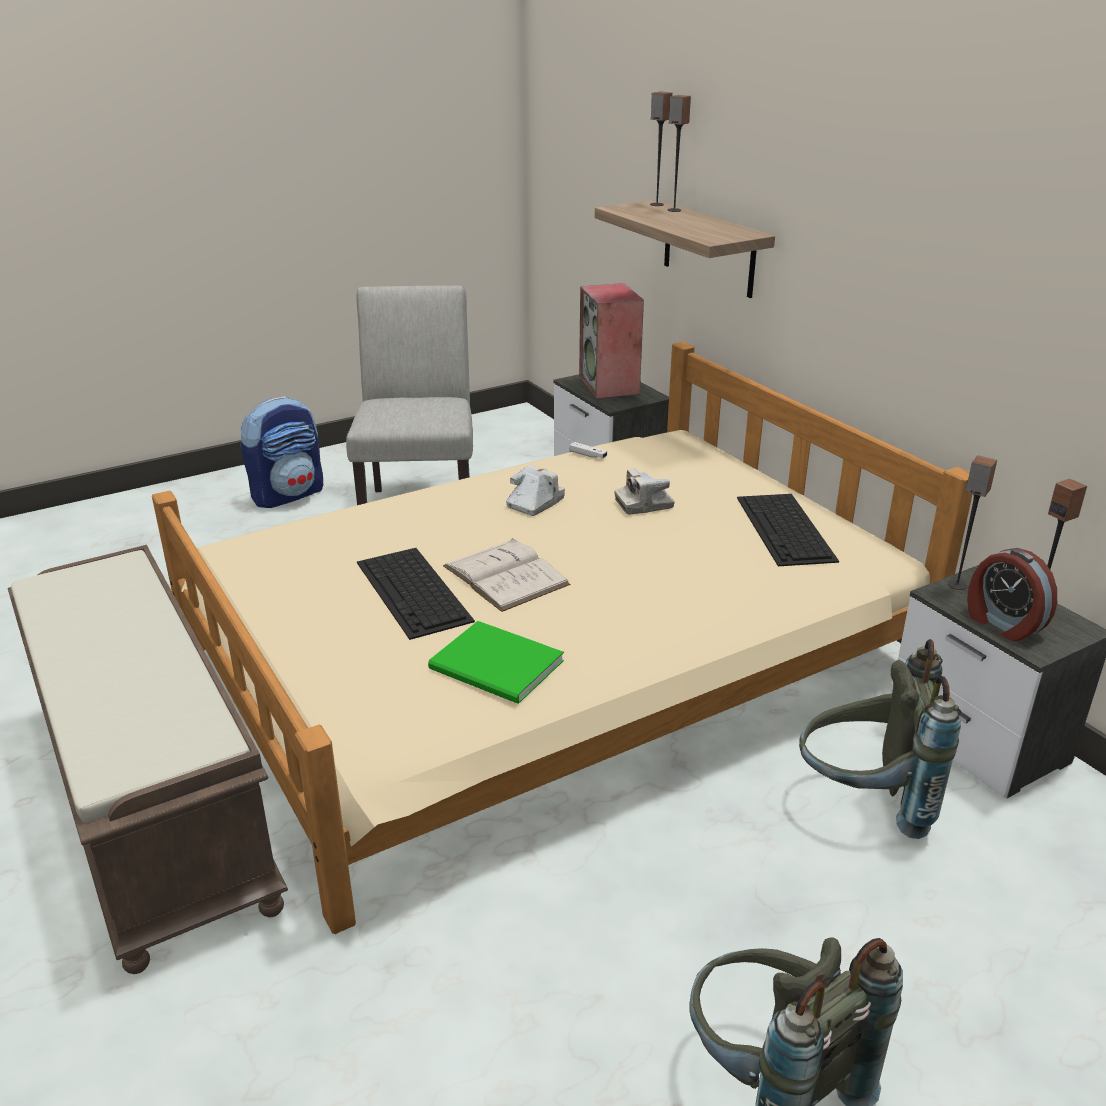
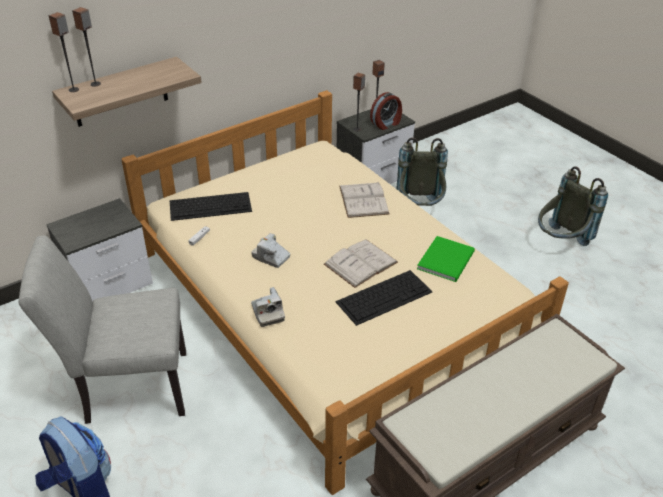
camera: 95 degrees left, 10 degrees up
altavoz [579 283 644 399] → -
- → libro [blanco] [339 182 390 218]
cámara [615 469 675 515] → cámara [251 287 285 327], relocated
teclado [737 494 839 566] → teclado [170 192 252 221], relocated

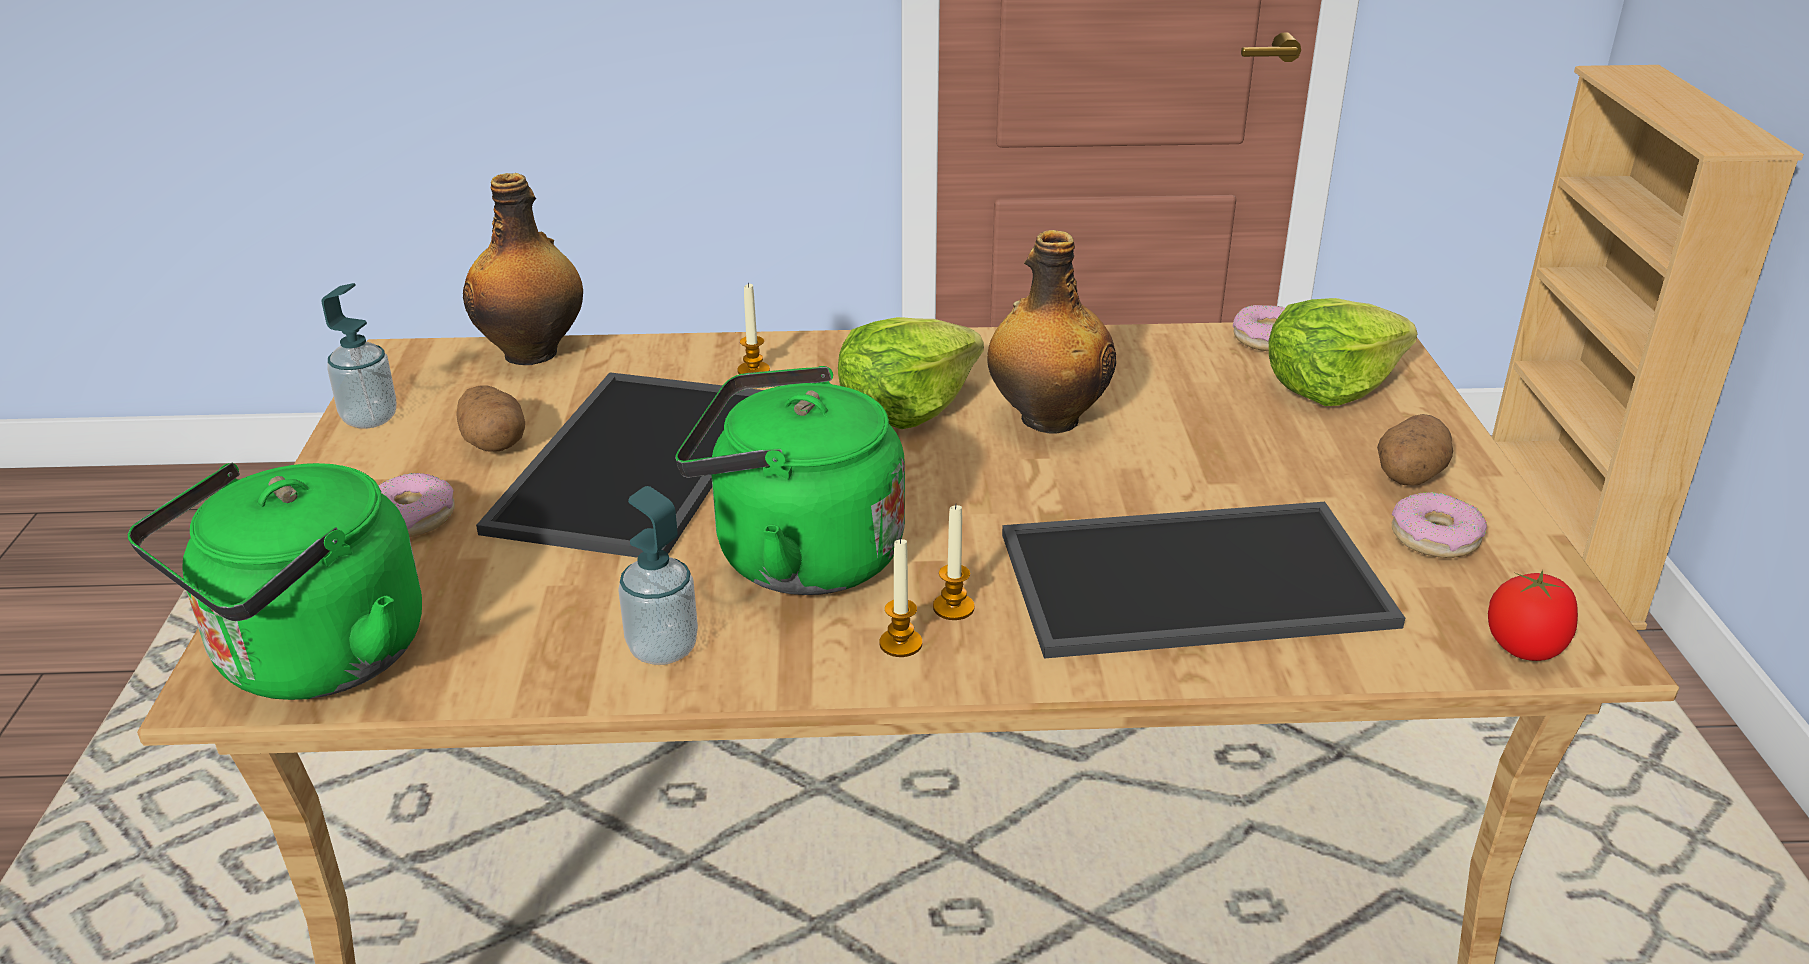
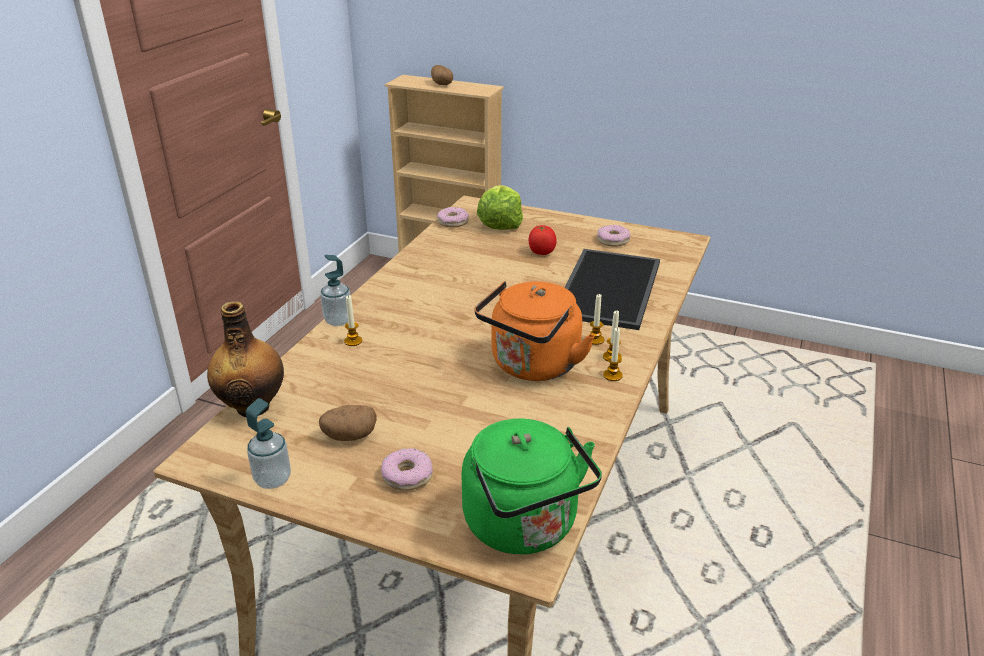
camera: 65 degrees left, 0 degrees up
bandeja [476 372 763 558] → -
lechuga [838 317 984 429] → -
botella [987 230 1116 434] → -
- → vela [603 327 623 381]
dispensador de jabón [618 486 698 665] → dispensador de jabón [320 255 351 326], relocated
patata [1377 414 1453 485] → patata [431 65 453 85], relocated
tomate [1488 570 1578 661] → tomate [528 225 556 255], relocated
hervidor [verde] [675 366 905 595] → hervidor [naranja] [475 281 595 381]

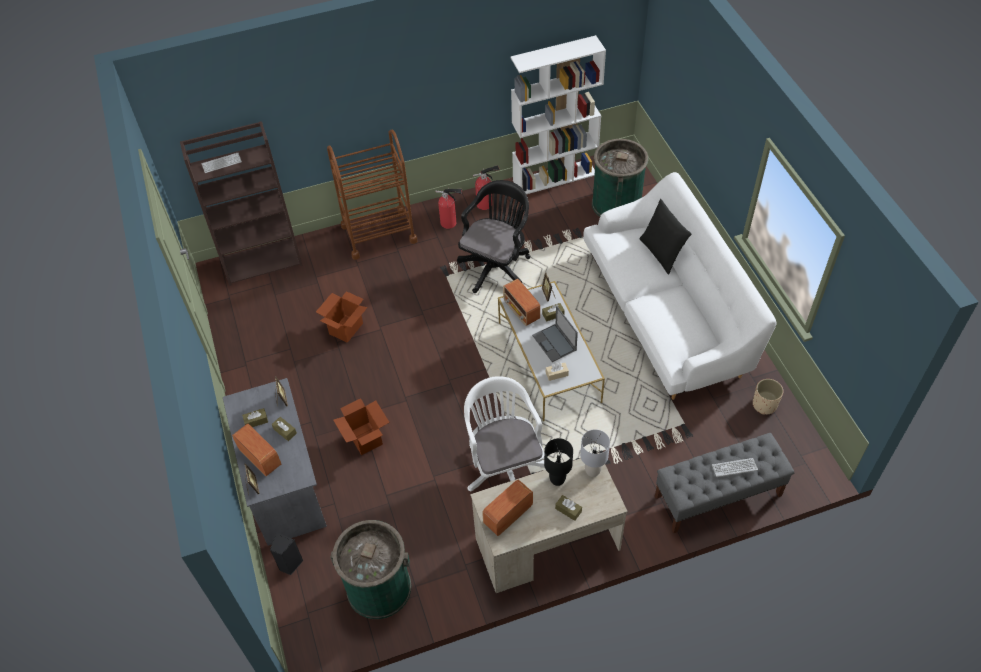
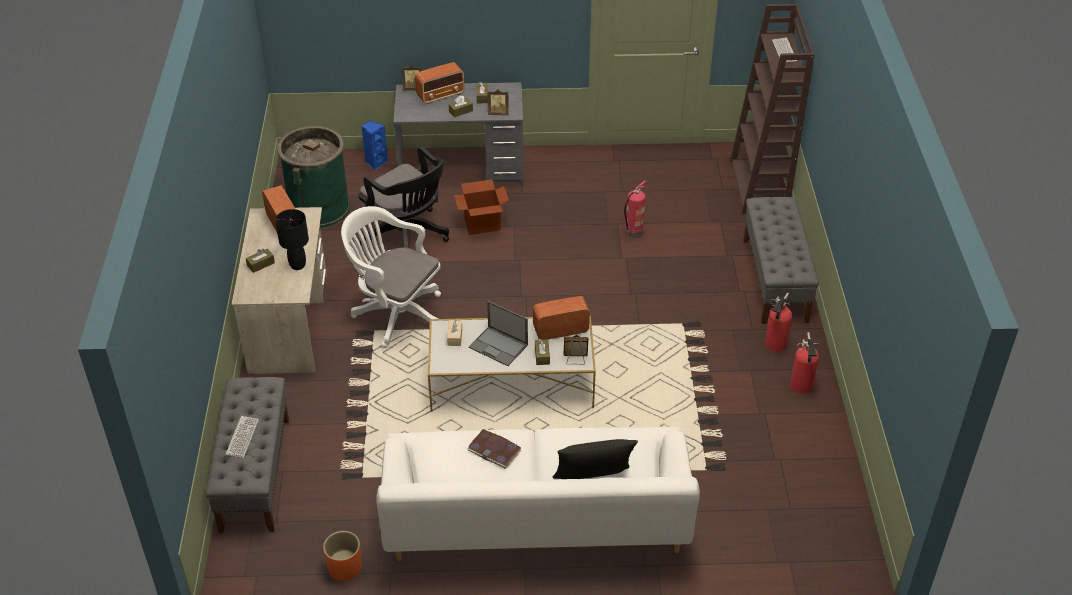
camera: 105 degrees right, 10 degrees down
estantería [blanco] [510 35 606 194] → -
lámpara de mesa [gris] [580 429 610 477] → -
papelera [verde] [592 139 648 217] → -
- → libro [467 429 521 469]
silla de oficina [negro] [457 180 531 293] → silla de oficina [negro] [359 147 449 248], relocated
caja de cartón [316 291 368 343] → extintor [624 181 646 238]
carrito [marrón] [327 130 417 260] → banco [gris] [743 197 819 324]
altavoz [negro] [270 532 303 575] → altavoz [azul] [361 121 388 170]
maceta [beis] [753 379 783 415] → maceta [naranja] [323 531 362 581]
silla de oficina [blanco] [464 376 546 491] → silla de oficina [blanco] [341 206 441 348], 150 degrees counterclockwise
portátil [532 306 578 362] → portátil [469 301 528 366], 135 degrees counterclockwise

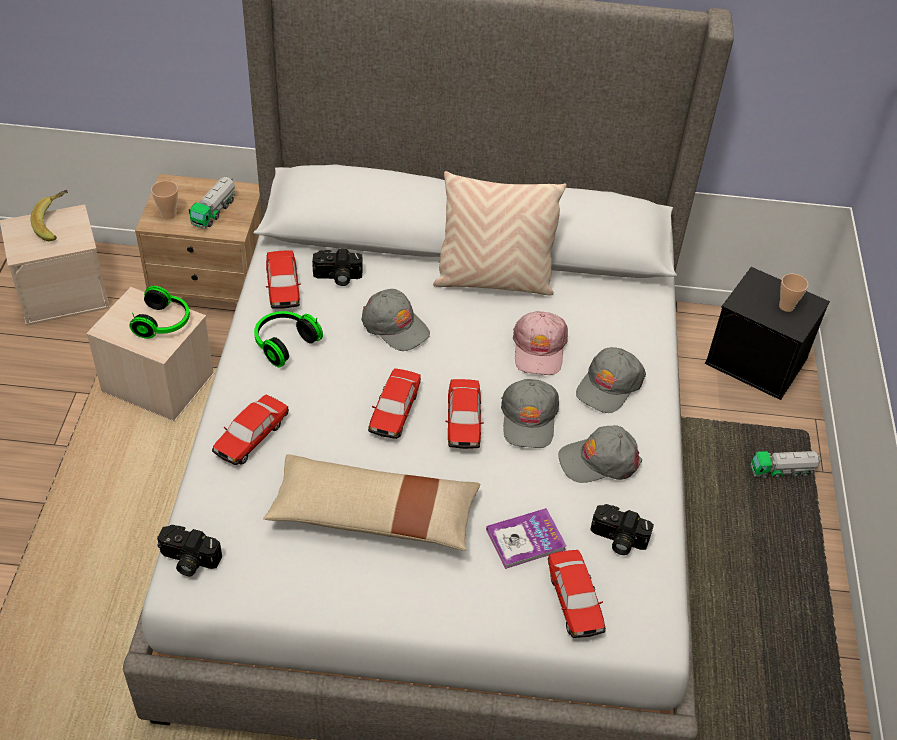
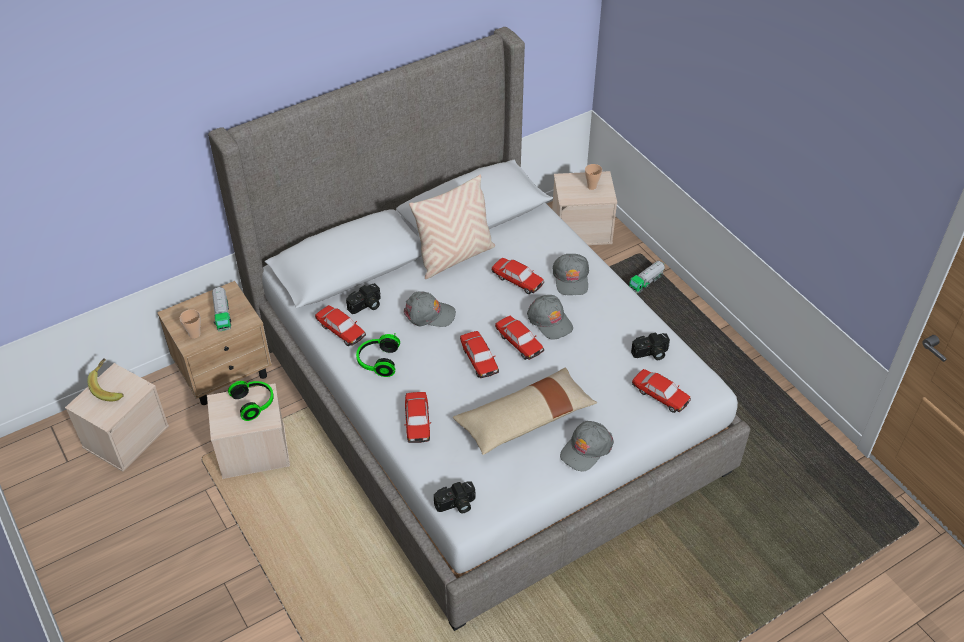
camera: 35 degrees left, 0 degrees up
libro [486 508 566 569] → -
gorra [gris] [558 425 642 483] → gorra [gris] [560 421 614 471], relocated
gorra [rosa] [513 311 568 375] → coche de juguete [492 258 544 294]
caja de almacenaje [negro] [705 267 830 400] → caja de almacenaje [beis] [552 171 617 245]

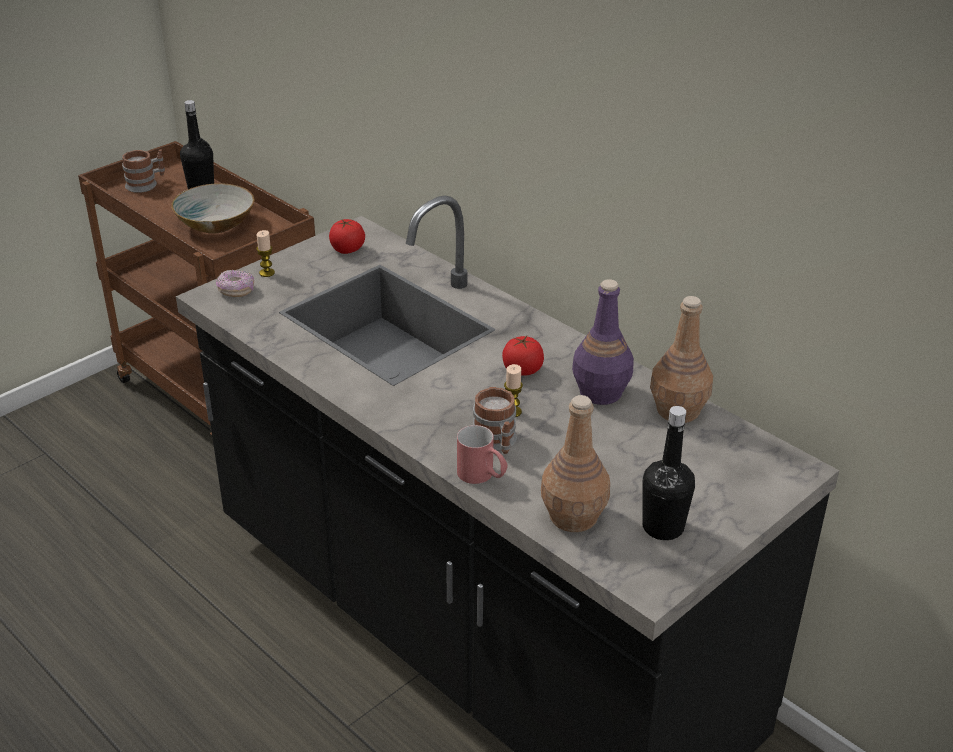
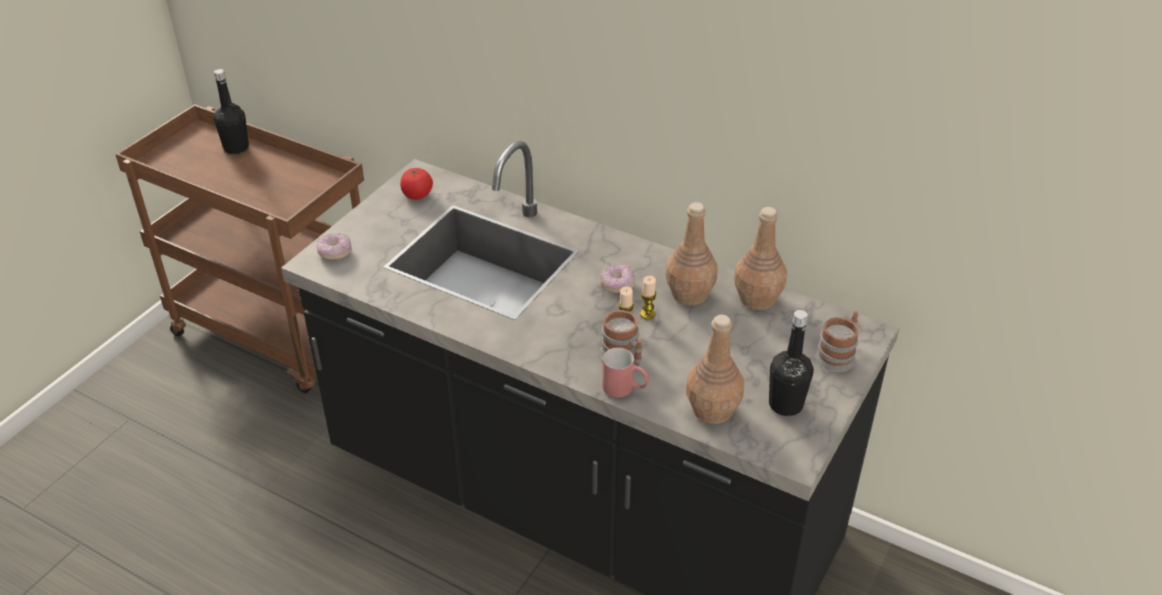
camera: 15 degrees left, 5 degrees up
cuenco [171 183 255 234] → -
taza grande [122 150 165 193] → taza grande [816 311 859 372], relocated
vela [256 230 275 277] → vela [640 276 657 320], relocated
tomate [502 336 544 376] → rosquilla [600 264 635 293]
botella [morado] [572 279 634 405] → botella [marrón] [665 202 718 305]

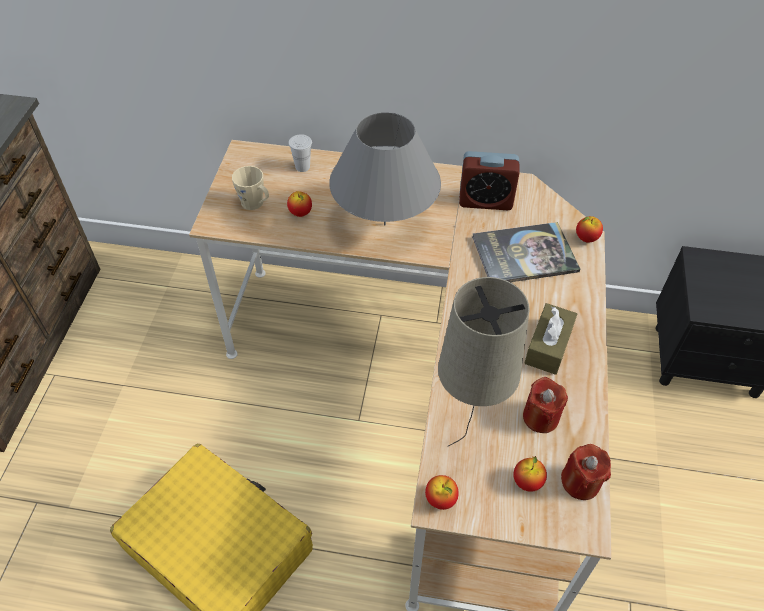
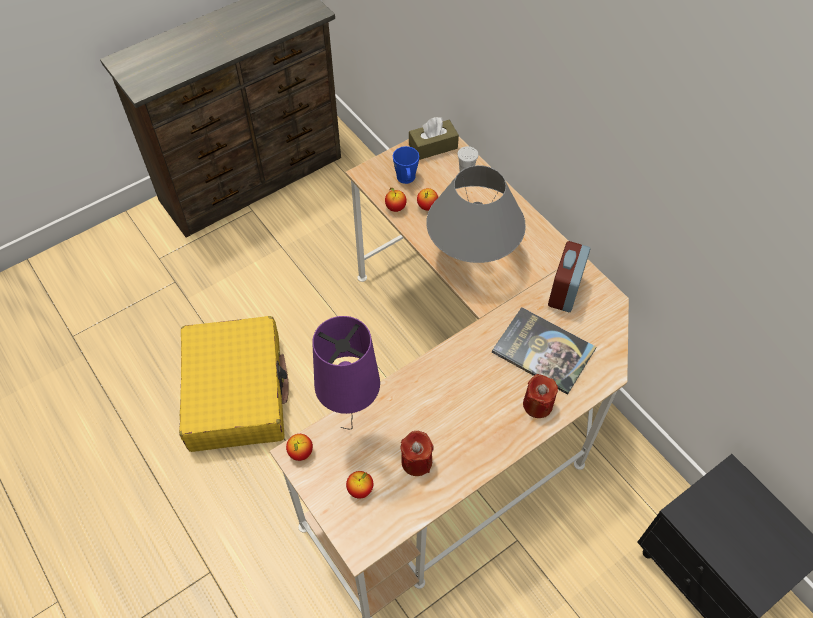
camera: 45 degrees right, 5 degrees up
caja de pañuelos [marrón] [525 303 577 375] → caja de pañuelos [marrón] [409 117 459 160], relocated
vela [rojo] [561 444 611 500] → vela [rojo] [523 374 558 418], relocated
manzana [576 216 603 243] → manzana [385 188 406 212], relocated
taza grande [beis] [232 166 269 210] → taza grande [azul] [393 146 419 184]
lámpara de mesa [beis] [438 277 529 446] → lámpara de mesa [morado] [312 316 380 429]
despertador [459 151 520 210] → despertador [548 241 590 312], 60 degrees clockwise

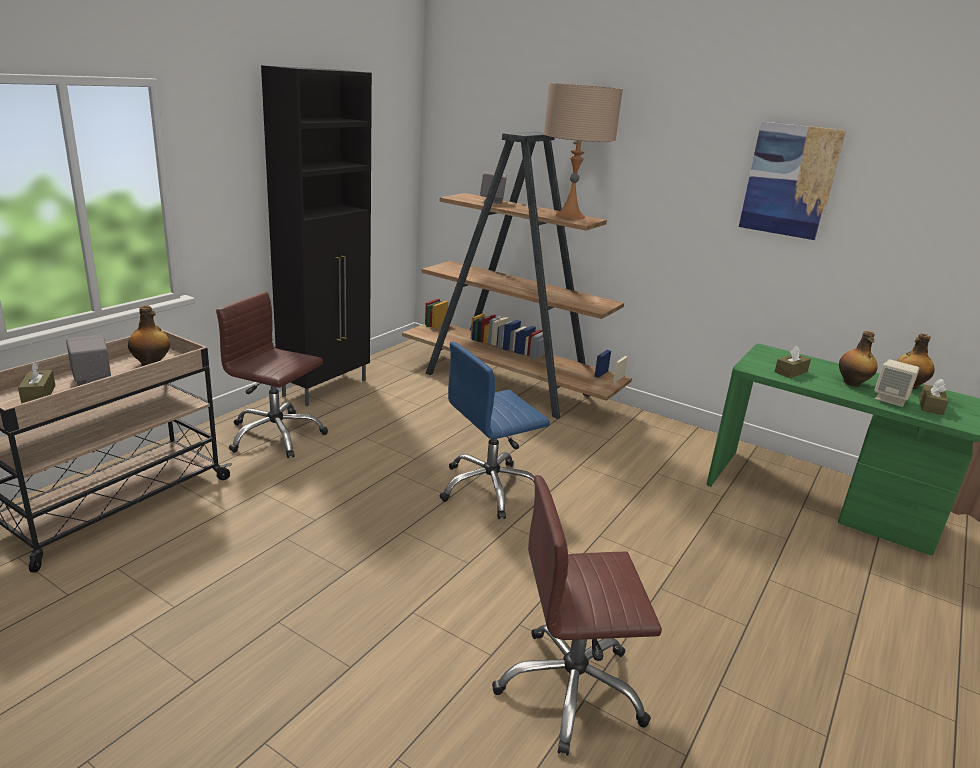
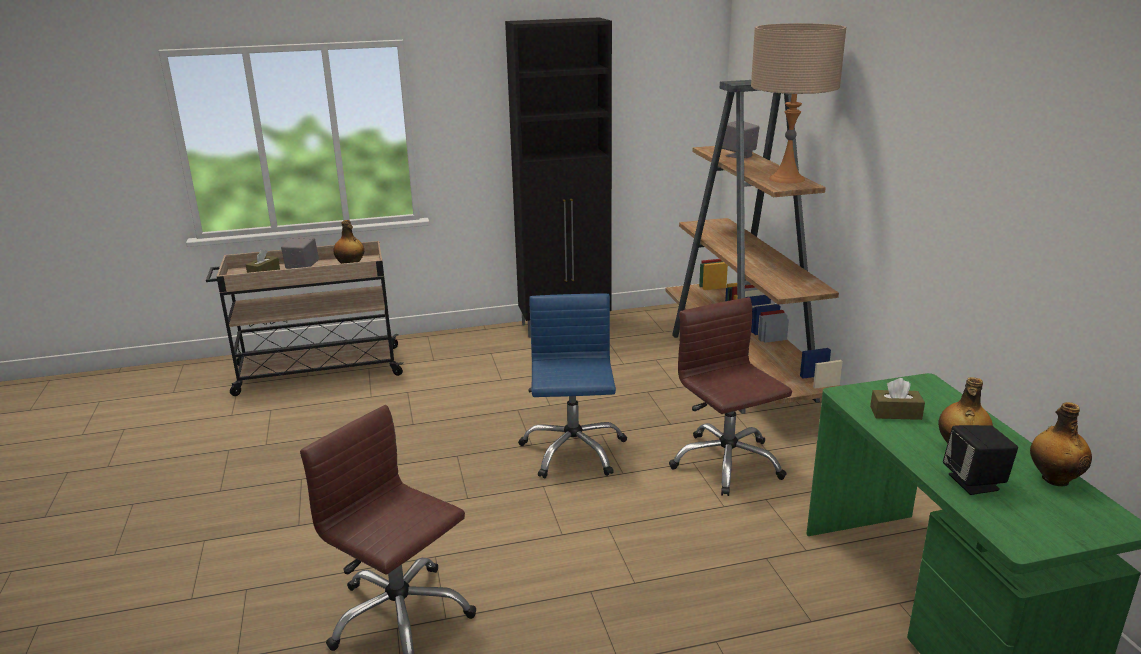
camera: 45 degrees right, 0 degrees up
cuadro [739 122 846 241] → -
caja de pañuelos [marrón] [919 379 948 415] → -
silla de oficina [marrón] [216 291 328 458] → silla de oficina [marrón] [669 297 792 496], relocated
altavoz [beis] [874 359 920 407] → altavoz [negro] [943 425 1018 495]
silla de oficina [azul] [440 341 550 519] → silla de oficina [azul] [518 294 627 478], 75 degrees clockwise

